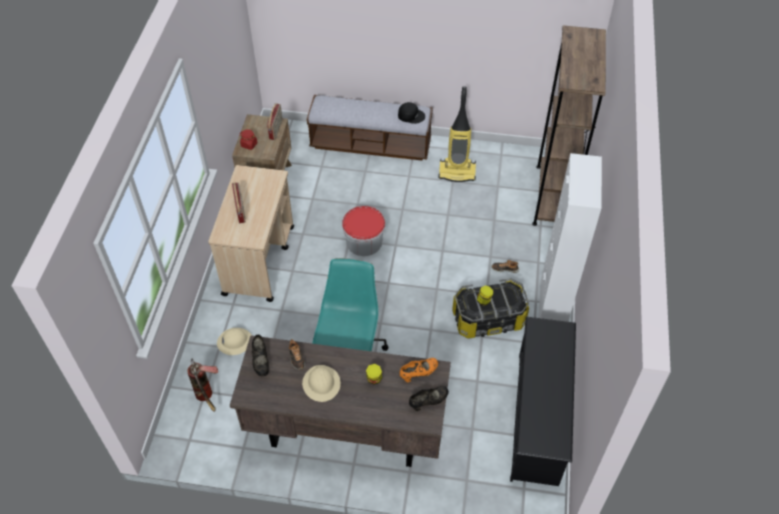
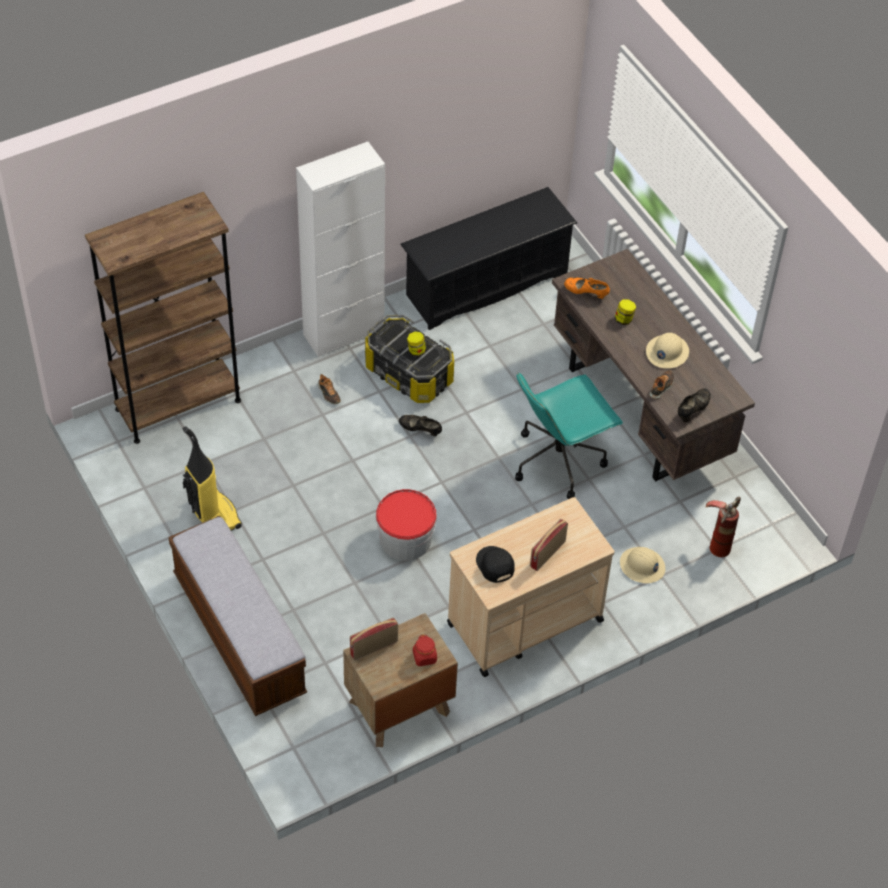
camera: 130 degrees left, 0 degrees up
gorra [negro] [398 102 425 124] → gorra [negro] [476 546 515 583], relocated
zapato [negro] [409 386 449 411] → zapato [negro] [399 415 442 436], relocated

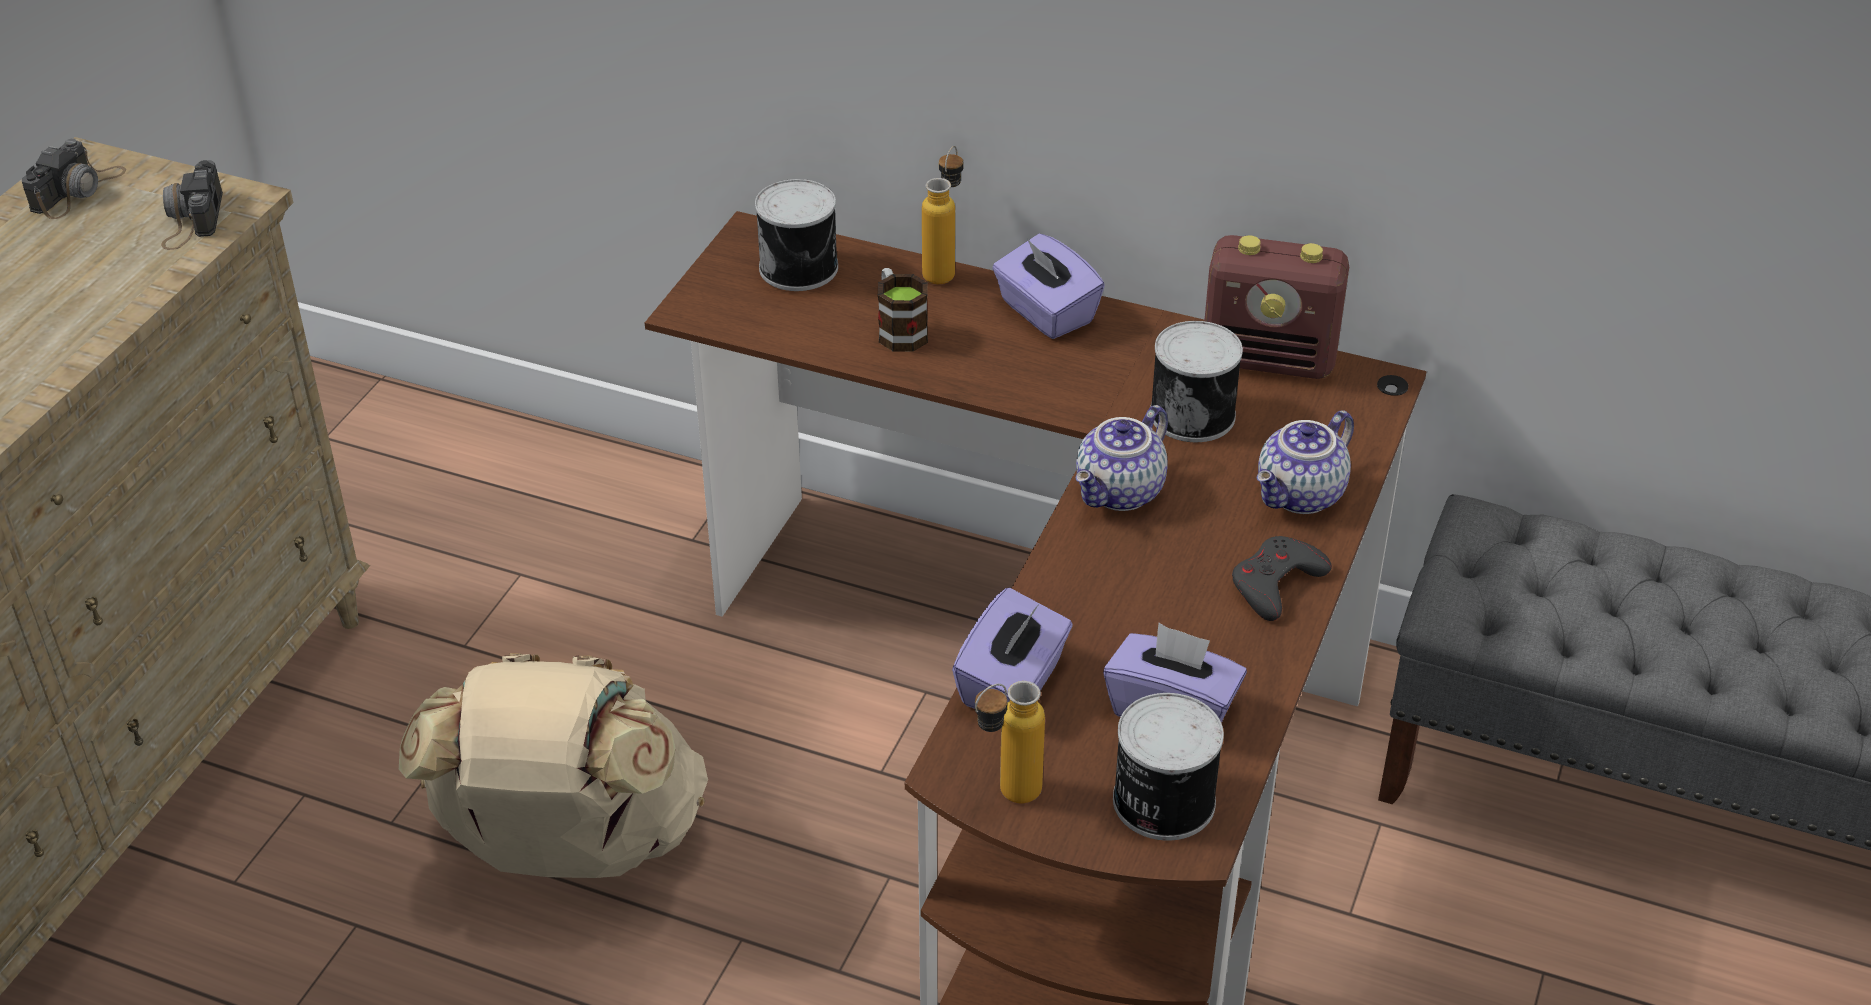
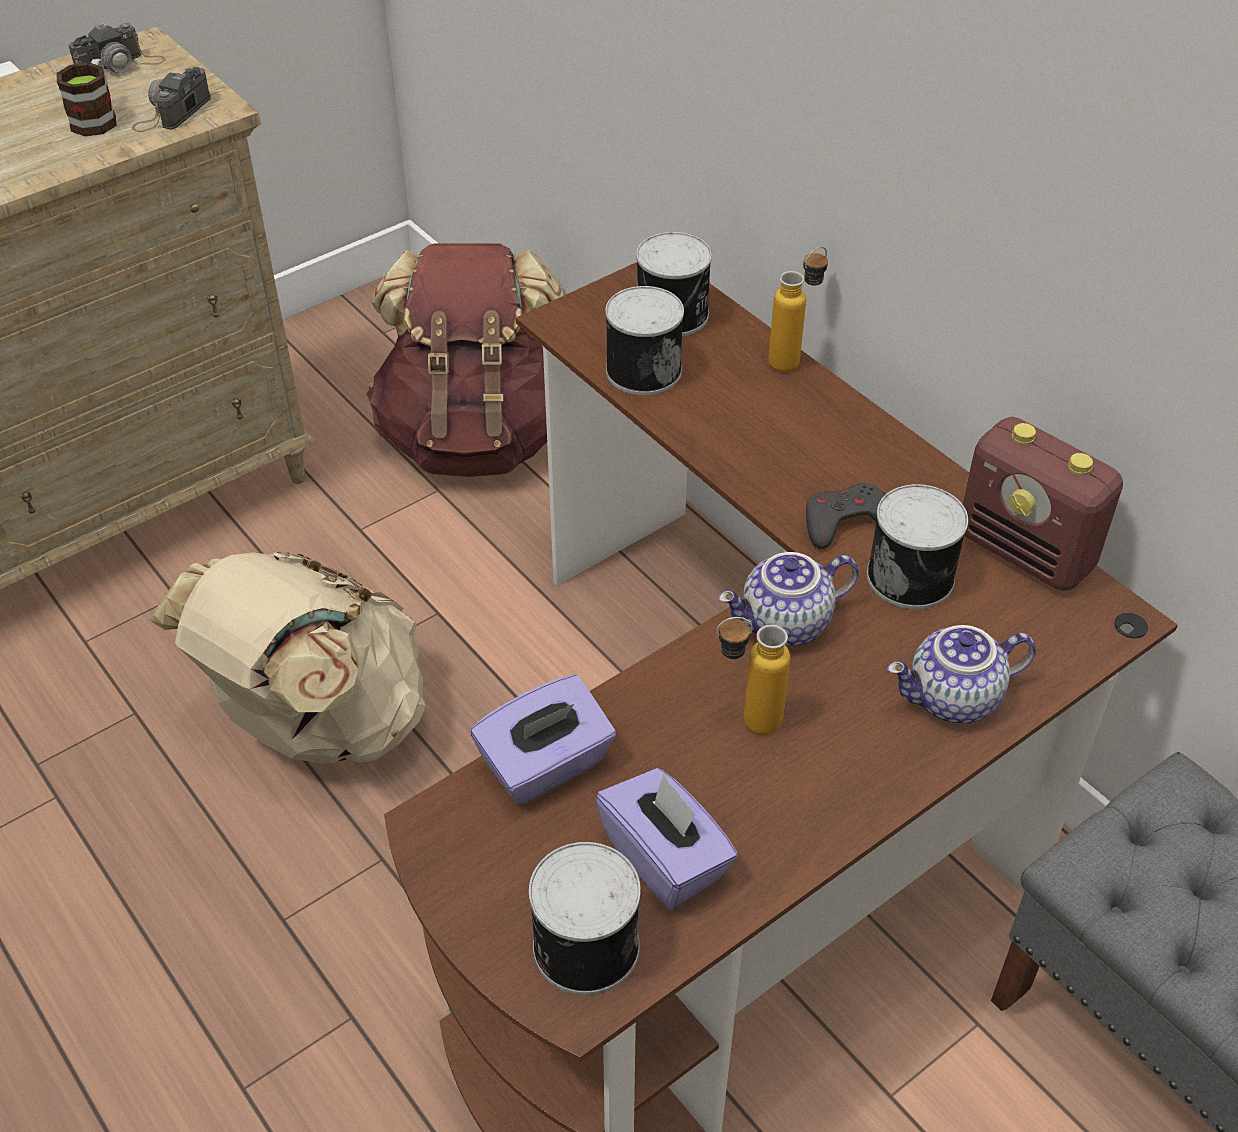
camera: 30 degrees right, 5 degrees up
caja de pañuelos [morado] [992 234 1105 339] → -
- → mochila [marrón] [366 243 563 477]
- → lata [605 286 684 396]
taza grande [878 268 928 352] → taza grande [57 59 117 137], relocated
botella [975 681 1045 803] → botella [717 617 790 735], relocated
mando de consola [gris] [1232 536 1332 621] → mando de consola [gris] [806 483 885 549], relocated

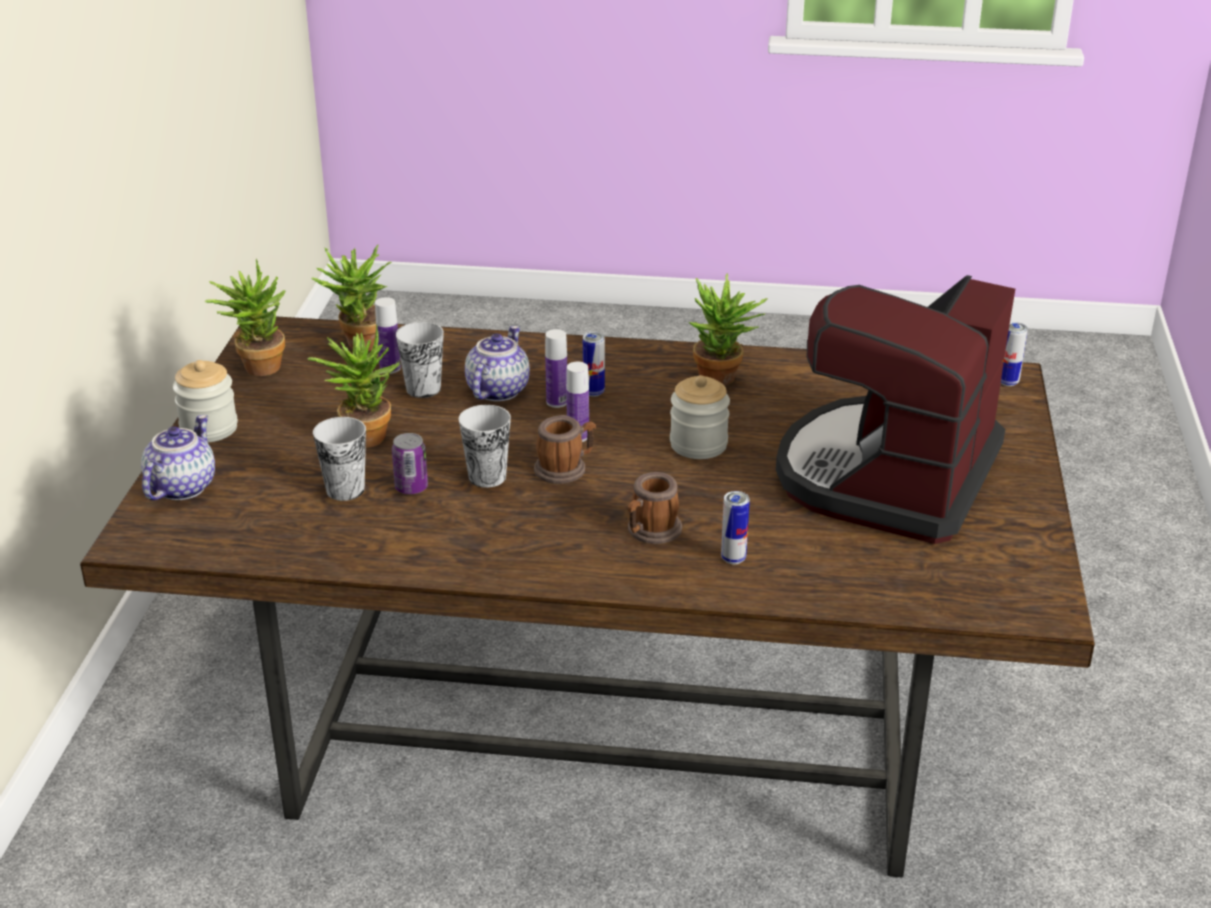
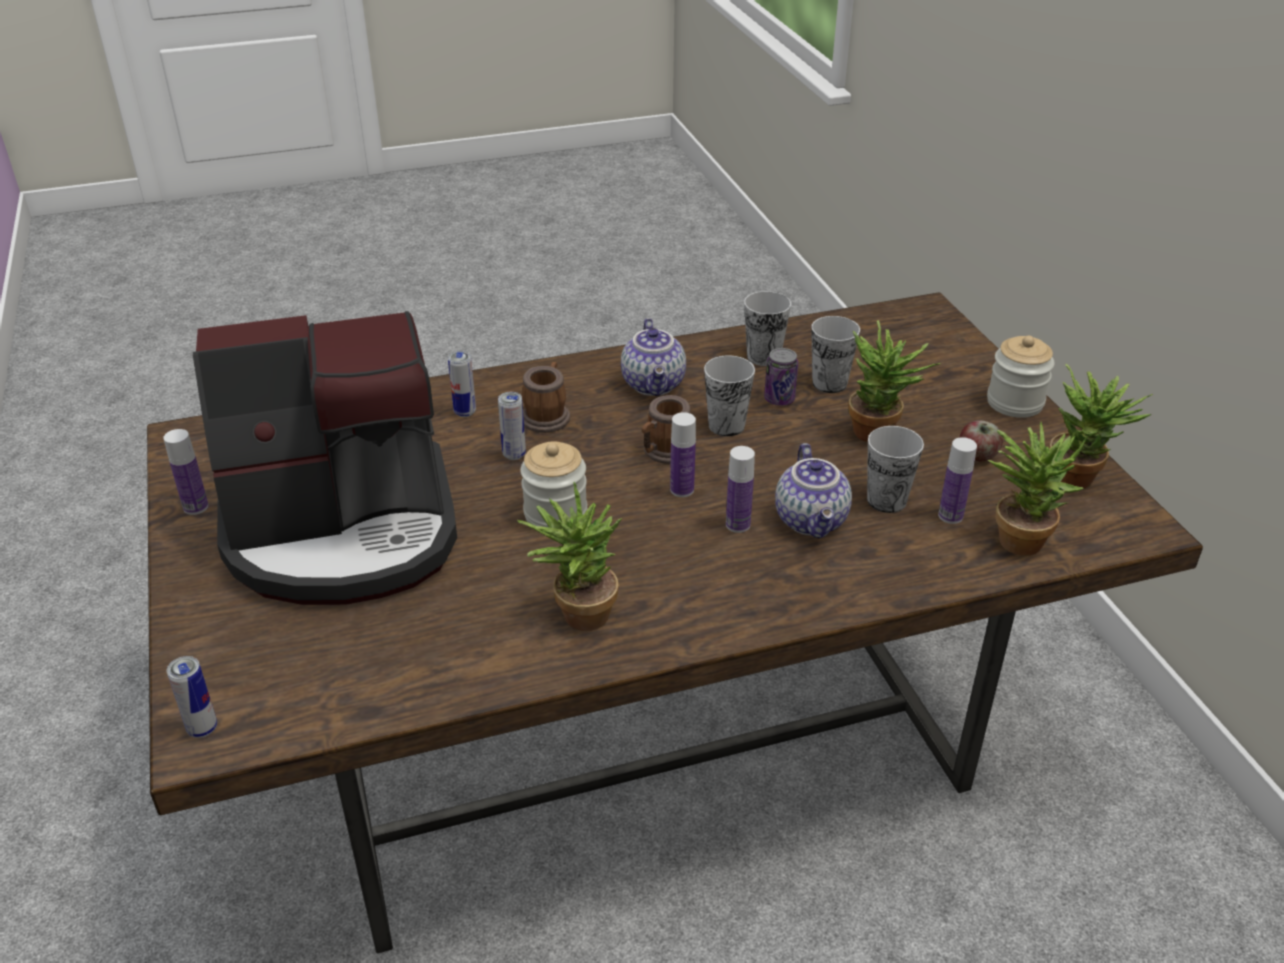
camera: 155 degrees right, 5 degrees up
- → botella [163 429 209 515]
- → taza [744 291 791 366]
- → manzana [959 420 1003 462]
tetera [141 415 215 500] → tetera [621 318 686 396], relocated
lata [583 332 605 397] → lata [498 392 526 460], relocated
cafetera [776 275 1015 544] → cafetera [193 311 457 605], 75 degrees clockwise

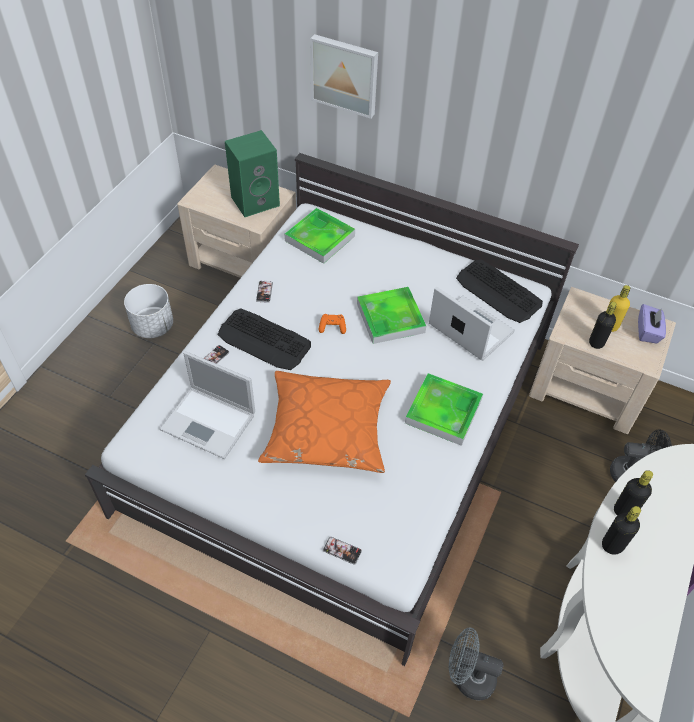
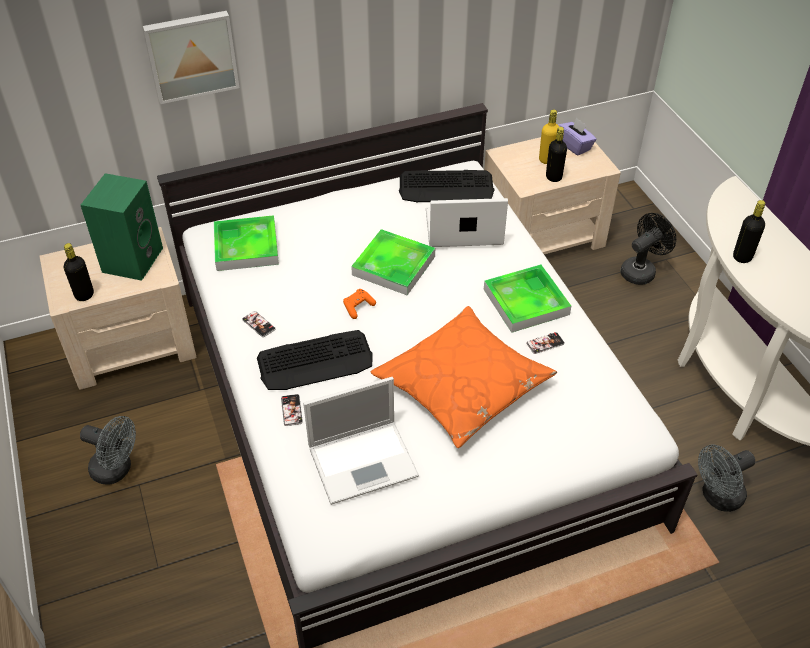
camera: 45 degrees left, 5 degrees down
móvil [323 537 362 565] → móvil [526 332 565 354], relocated
botella [negro] [602 506 641 555] → botella [negro] [64 243 94 301], relocated
maceta [blanco] [124 284 173 338] → ventilador [gris] [80 416 136 484]

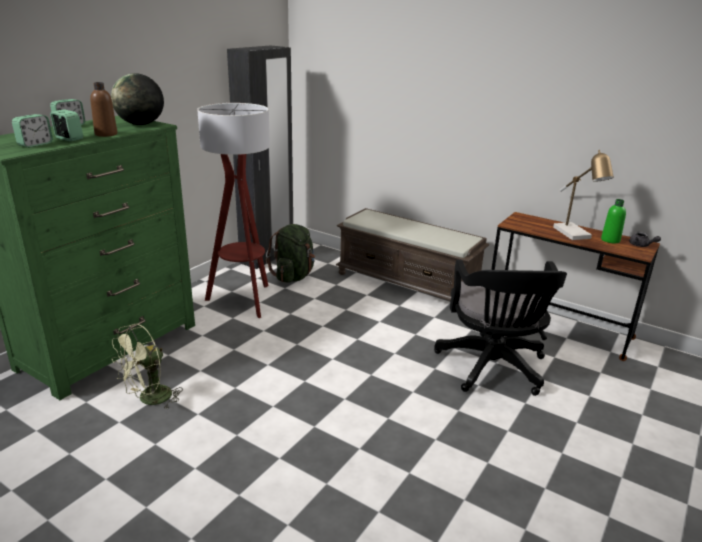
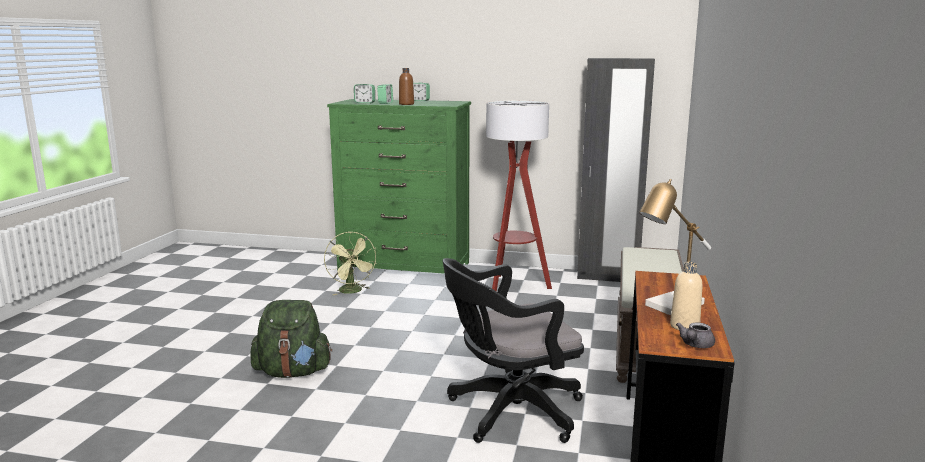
camera: 70 degrees right, 10 degrees down
globo terráqueo [111 73 164 125] → -
mochila [verde] [266 224 315 283] → mochila [verde] [250 300 332 378], relocated
botella [verde] [601 199 626 243] → botella [beis] [670 262 702 330]
ventilador [verde] [112 324 183 409] → ventilador [verde] [324 232 376 295], 135 degrees counterclockwise

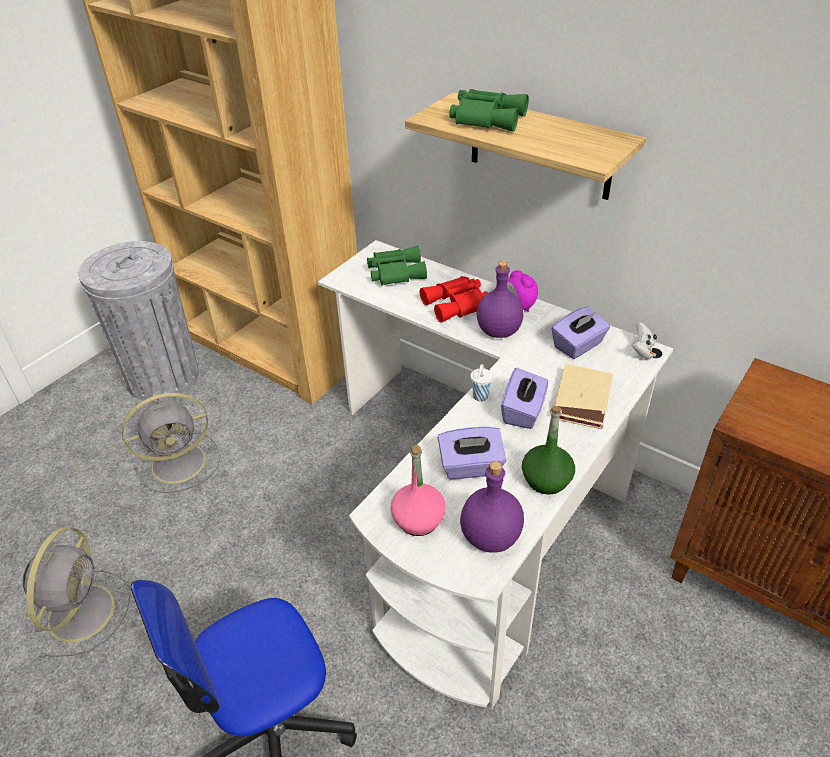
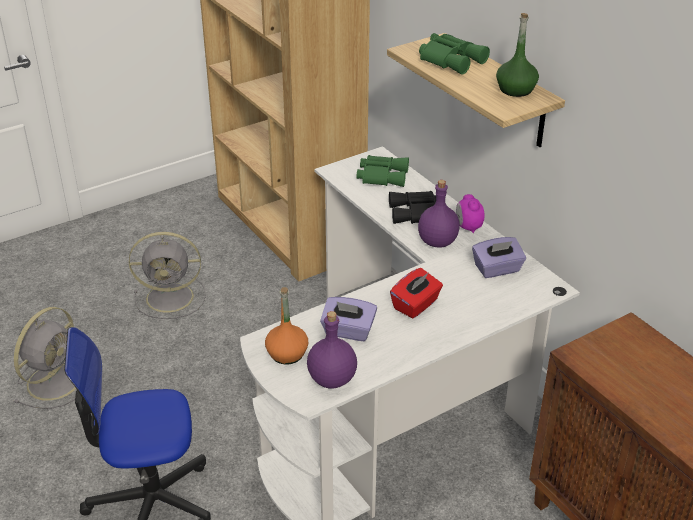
camera: 20 degrees right, 5 degrees down
papelera [gris] [78 241 199 401] → -
taza [blanco] [470 364 493 402] → -
libro [beis] [555 364 613 429] → -
mando de consola [blanco] [632 322 657 359] → -
botella [verde] [522 406 575 494] → botella [verde] [496 13 539 97], relocated
botella [rosa] [390 445 446 536] → botella [naranja] [265 287 308 365]
prismáticos [rojo] [420 276 488 322] → prismáticos [negro] [389 191 436 224]
caja de pañuelos [morado] [501 368 548 429] → caja de pañuelos [rojo] [390 268 443 318]

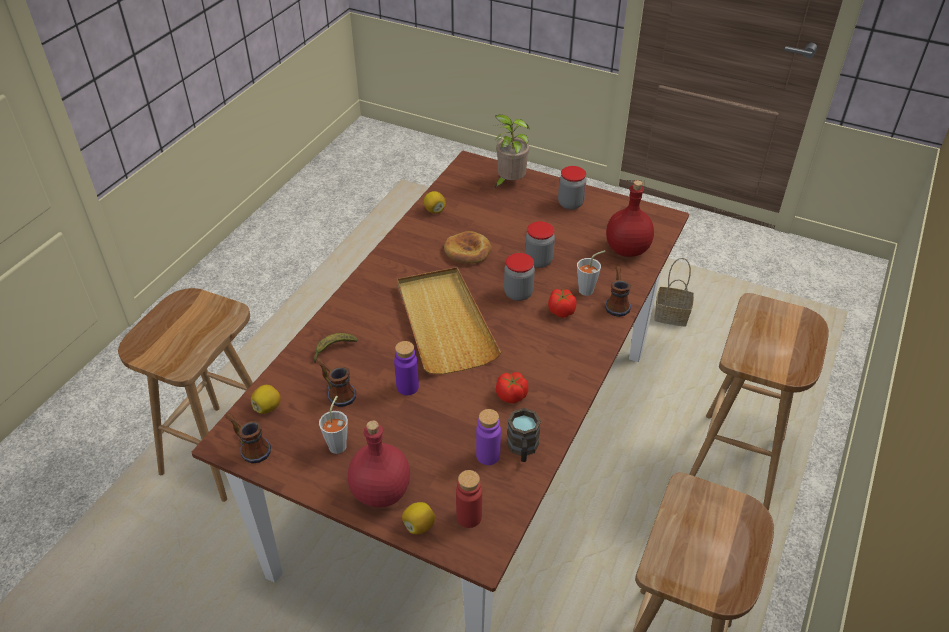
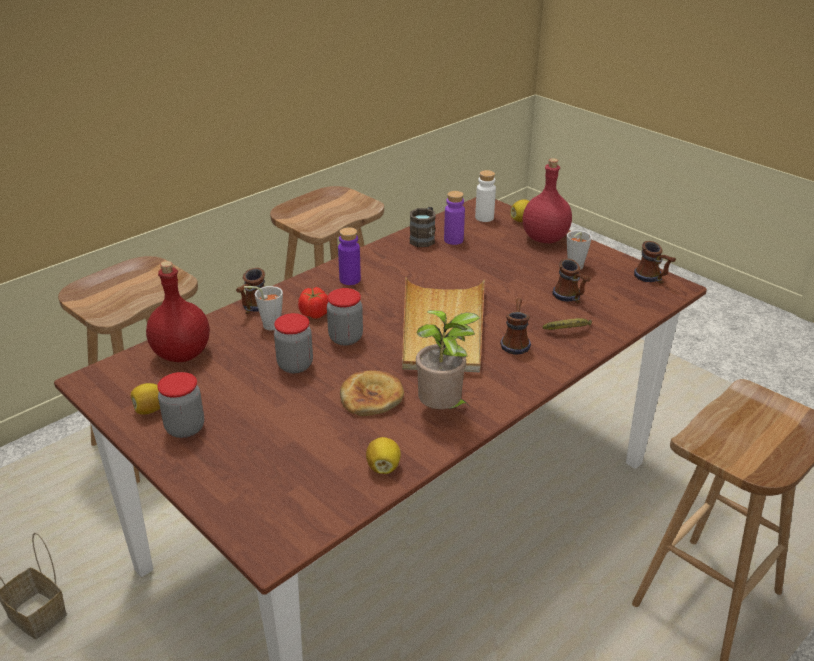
camera: 160 degrees left, 10 degrees down
tomate [496 372 528 403] → -
- → taza grande [500 298 531 355]
limón [251 385 281 414] → limón [131 383 160 414], relocated
botella [morado] [394 341 419 395] → botella [morado] [338 227 361 285], relocated
planta en maceta [494 115 529 188] → planta en maceta [416 310 481 409], relocated
botella [rojo] [456 470 482 528] → botella [blanco] [475 170 496 222]

